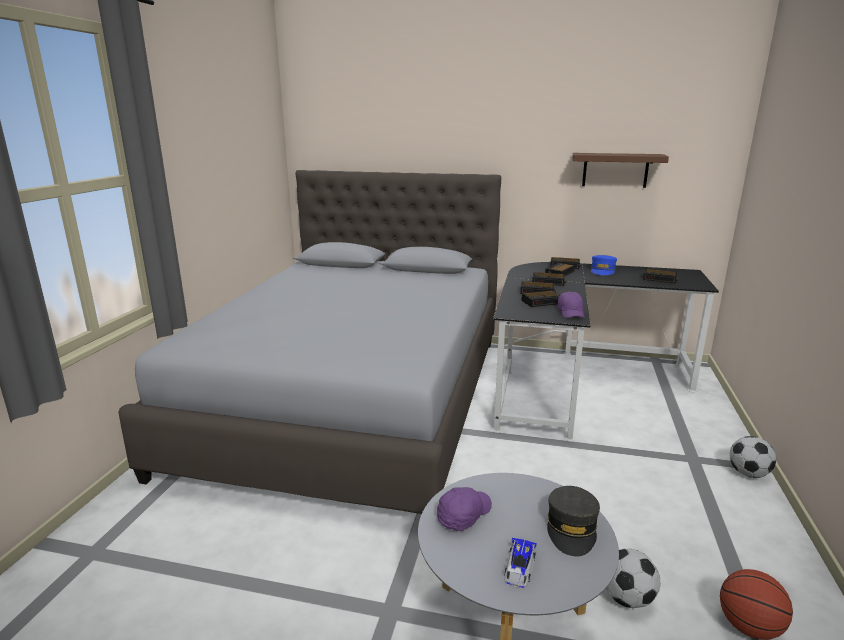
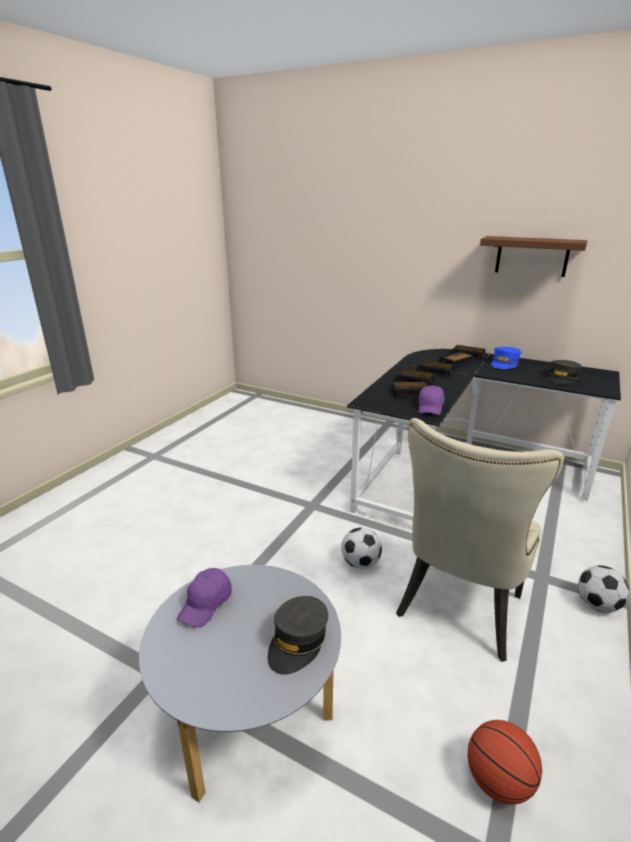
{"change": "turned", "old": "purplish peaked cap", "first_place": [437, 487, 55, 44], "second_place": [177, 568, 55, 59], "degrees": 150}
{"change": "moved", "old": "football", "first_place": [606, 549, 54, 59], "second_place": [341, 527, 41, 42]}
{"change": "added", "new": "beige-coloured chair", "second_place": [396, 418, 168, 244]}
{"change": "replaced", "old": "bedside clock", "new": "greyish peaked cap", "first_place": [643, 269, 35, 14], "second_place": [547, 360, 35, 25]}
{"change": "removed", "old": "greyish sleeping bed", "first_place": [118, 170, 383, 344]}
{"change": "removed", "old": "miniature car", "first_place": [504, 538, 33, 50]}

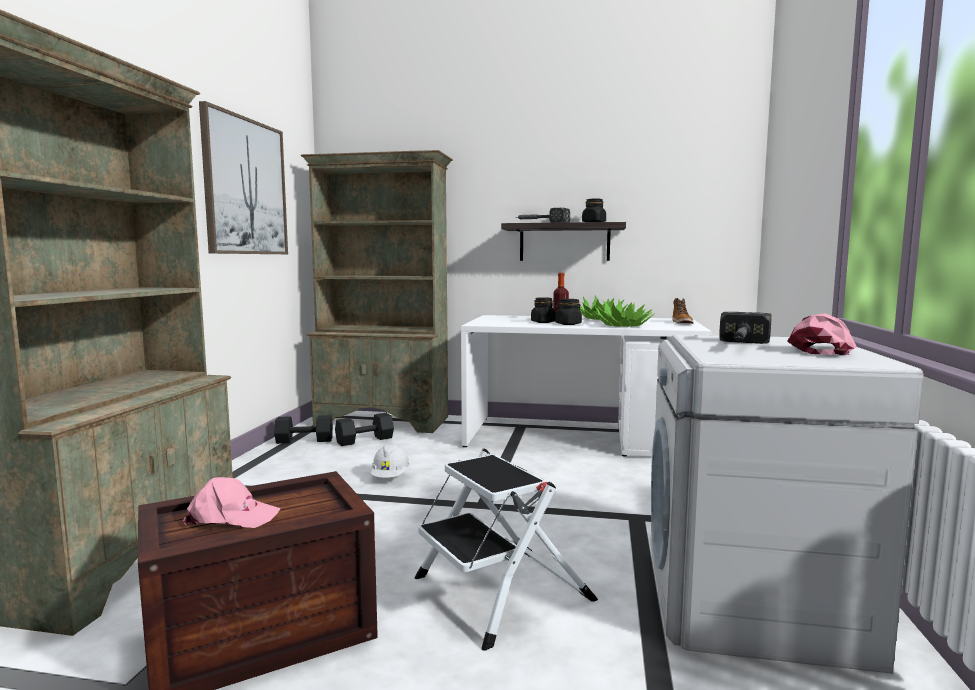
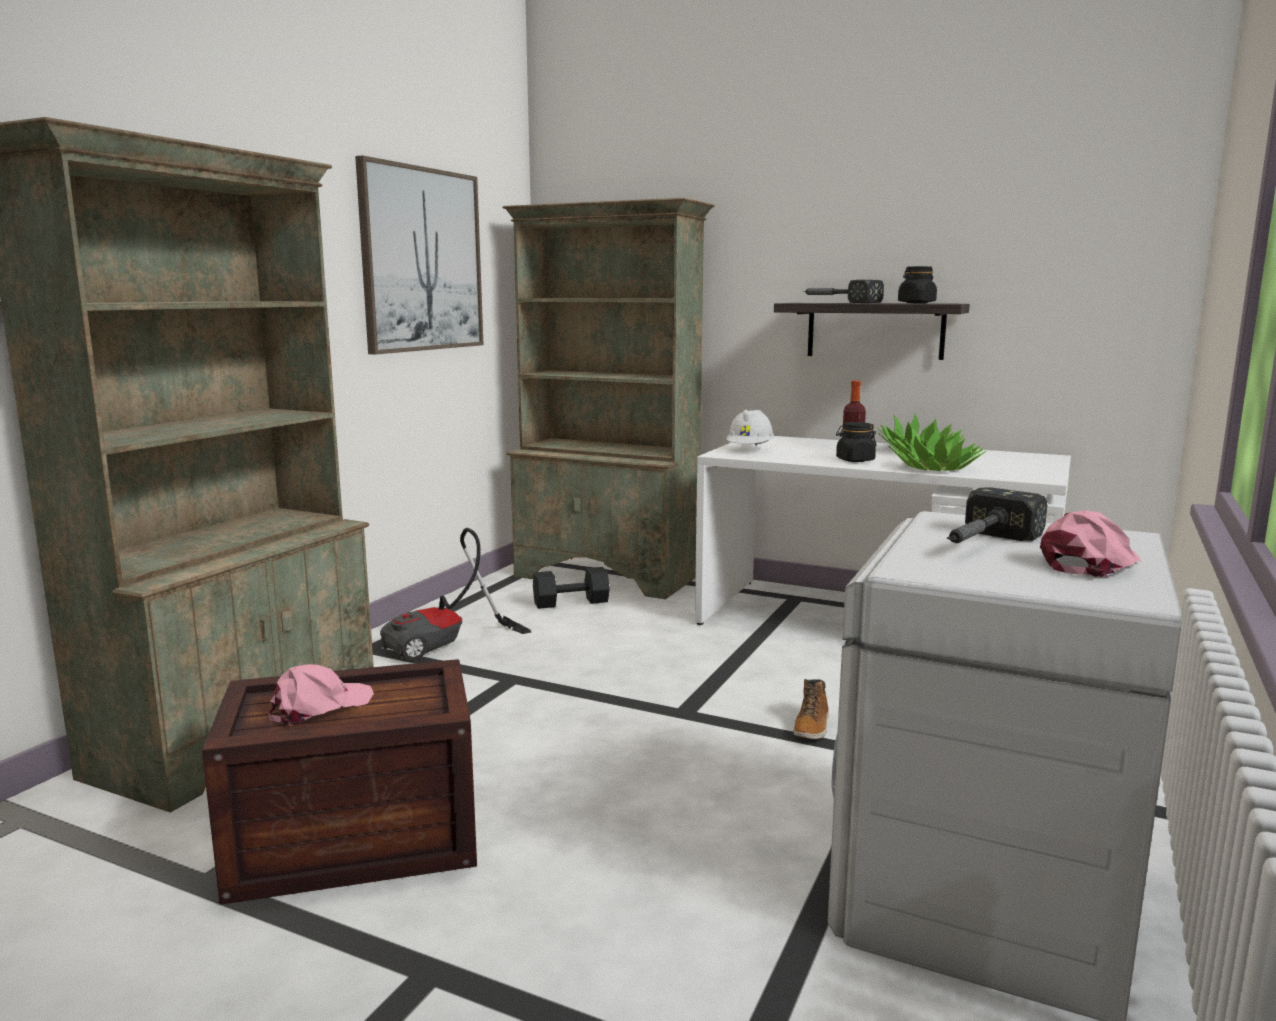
{"change": "turned", "old": "pink-coloured peaked cap", "first_place": [183, 477, 98, 51], "second_place": [269, 664, 105, 62], "degrees": -60}
{"change": "added", "new": "vacuum", "second_place": [380, 528, 151, 133]}
{"change": "moved", "old": "whitish work helmet", "first_place": [370, 444, 40, 34], "second_place": [726, 410, 48, 36]}
{"change": "moved", "old": "high-top boot", "first_place": [673, 298, 21, 26], "second_place": [793, 679, 36, 61]}
{"change": "removed", "old": "blackish hand weight", "first_place": [274, 415, 59, 29]}
{"change": "removed", "old": "step stool", "first_place": [414, 449, 184, 202]}
{"change": "removed", "old": "blackish preserve jar", "first_place": [531, 297, 25, 26]}

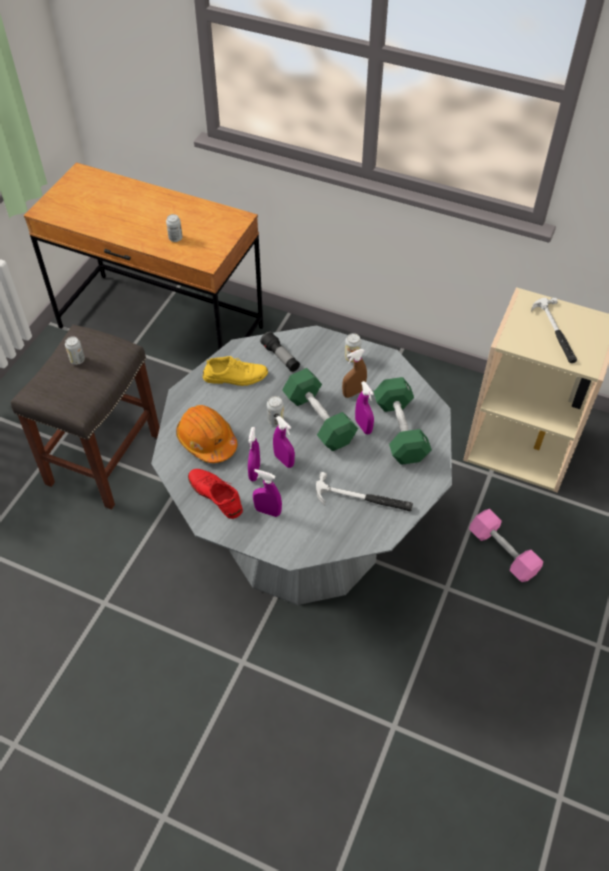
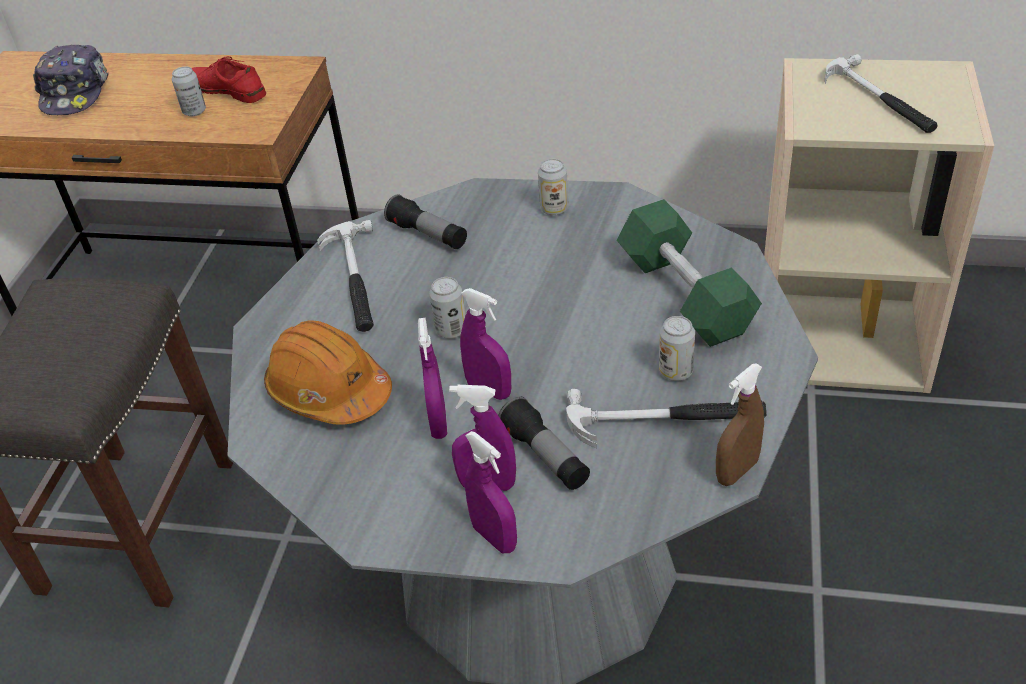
{"change": "added", "new": "peaked cap", "second_place": [33, 45, 76, 70]}
{"change": "moved", "old": "reddish shoe", "first_place": [188, 469, 55, 50], "second_place": [192, 56, 74, 47]}
{"change": "replaced", "old": "yellowish shoe", "new": "hand hammer", "first_place": [203, 356, 65, 30], "second_place": [317, 220, 57, 112]}
{"change": "moved", "old": "purplish hand sprayer", "first_place": [355, 381, 19, 53], "second_place": [465, 431, 52, 122]}
{"change": "added", "new": "flashlight", "second_place": [498, 397, 92, 93]}
{"change": "moved", "old": "sealed can", "first_place": [65, 336, 20, 29], "second_place": [659, 316, 36, 65]}
{"change": "moved", "old": "brown hand sprayer", "first_place": [342, 349, 25, 49], "second_place": [716, 363, 48, 123]}
{"change": "removed", "old": "green hand weight", "first_place": [282, 368, 76, 83]}
{"change": "removed", "old": "pink-coloured hand weight", "first_place": [469, 509, 74, 73]}

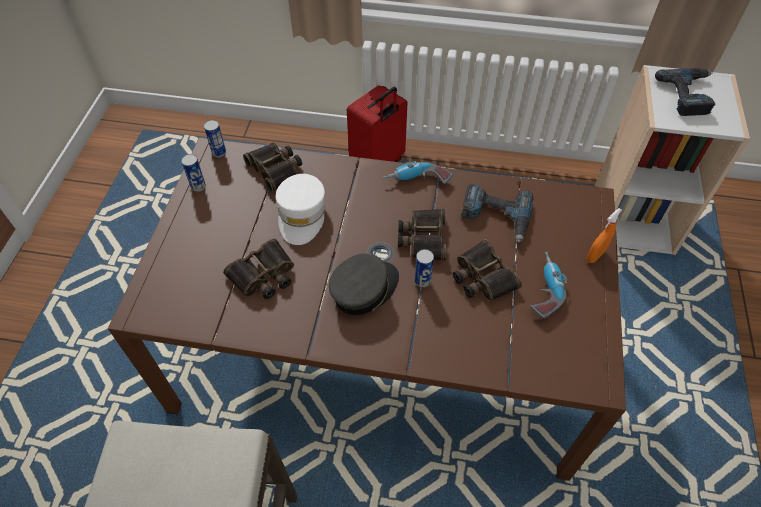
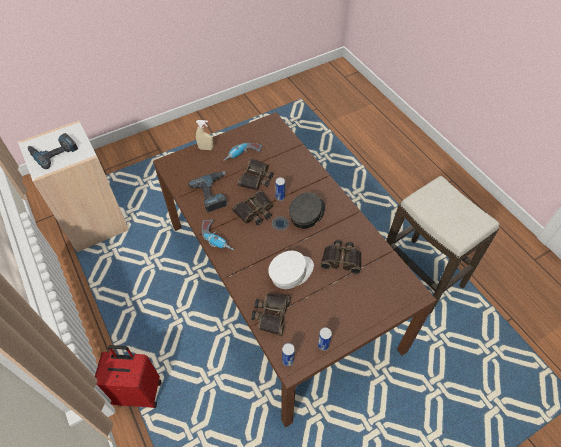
{"change": "recoloured", "old": "orange hand sprayer", "new": "beige-coloured hand sprayer", "first_place": [587, 208, 35, 55], "second_place": [196, 120, 17, 30]}
{"change": "turned", "old": "greyish peaked cap", "first_place": [329, 253, 70, 62], "second_place": [289, 192, 36, 37], "degrees": 120}

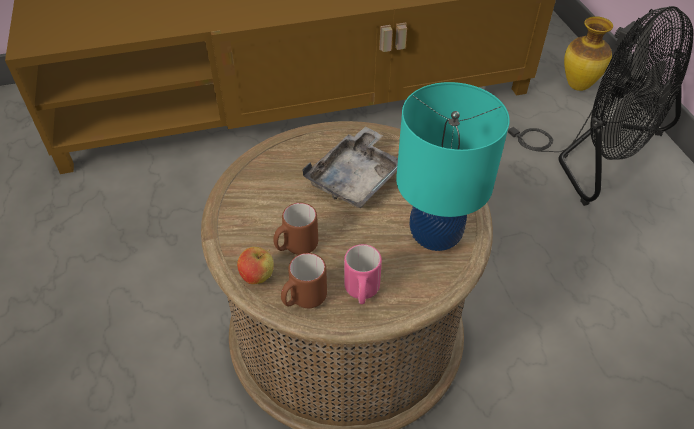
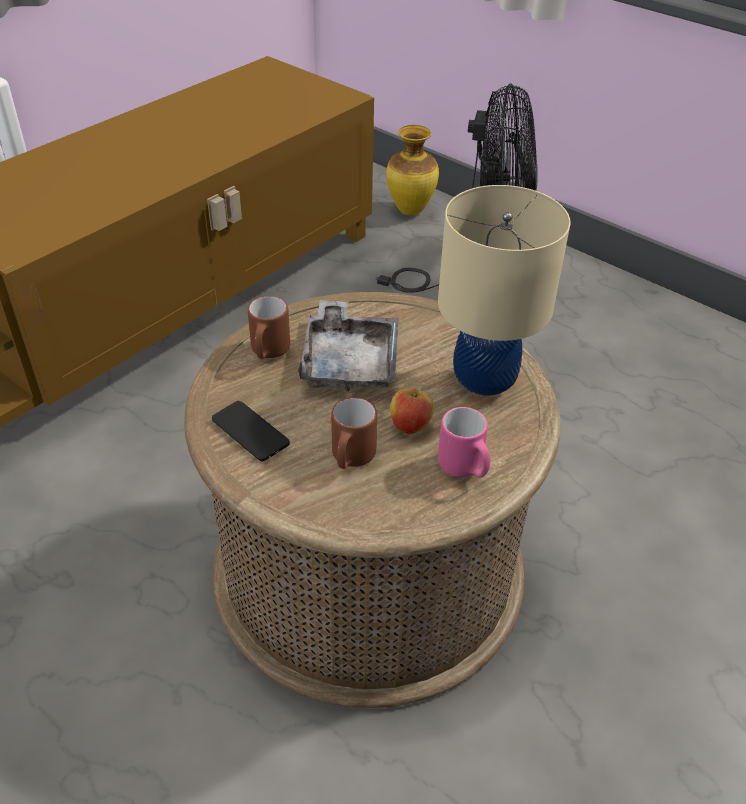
{"change": "added", "new": "phone", "second_place": [212, 401, 78, 60]}
{"change": "moved", "old": "brown mug", "first_place": [281, 253, 46, 55], "second_place": [248, 296, 42, 63]}
{"change": "moved", "old": "whole apple", "first_place": [237, 247, 37, 37], "second_place": [390, 384, 44, 50]}
{"change": "recoloured", "old": "turquoise tabletop lamp", "new": "beige-coloured tabletop lamp", "first_place": [396, 82, 114, 169], "second_place": [438, 185, 132, 210]}

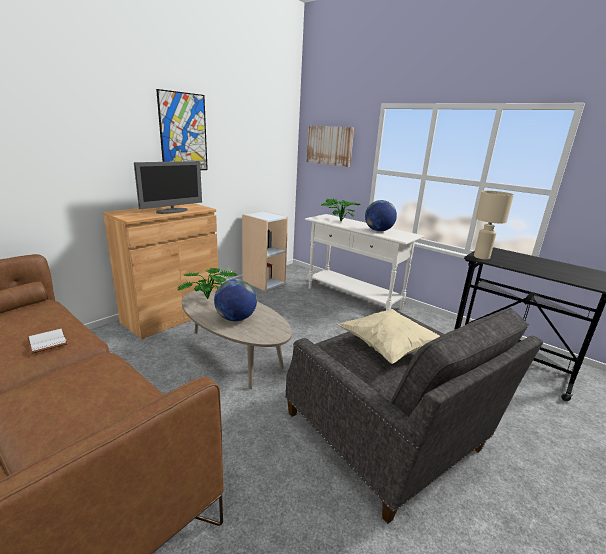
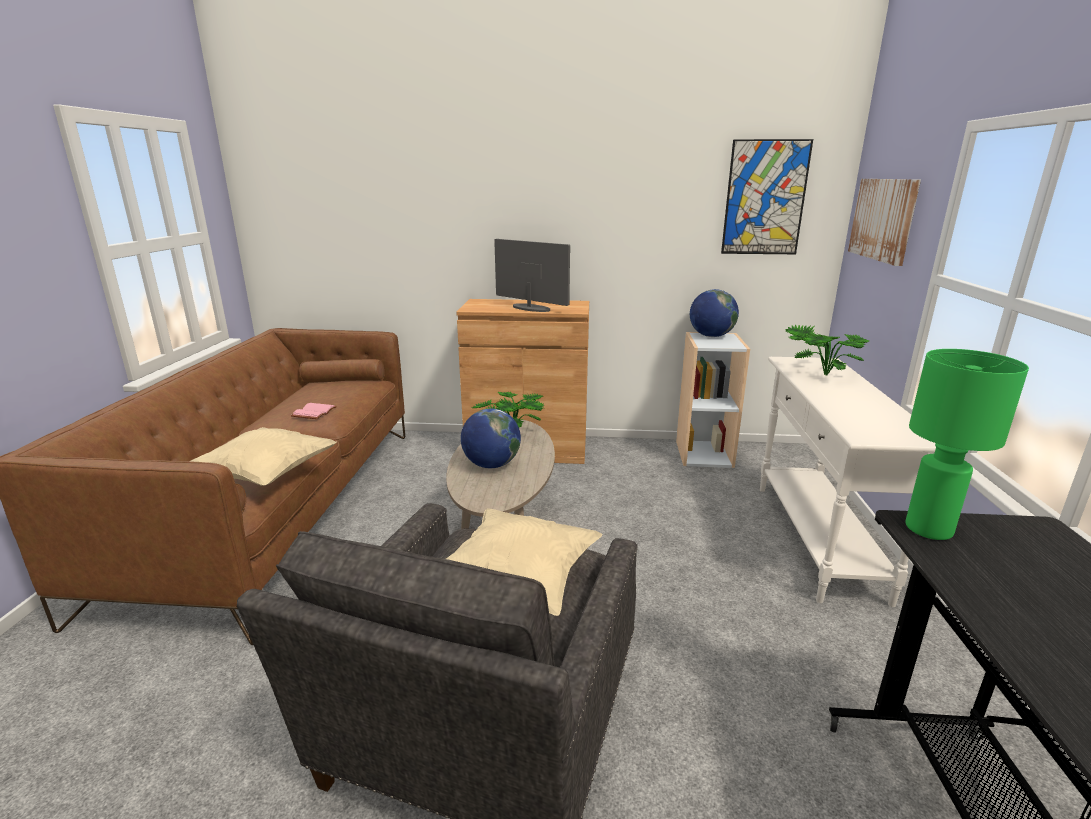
{"change": "added", "new": "beige-coloured throw pillow", "second_place": [191, 427, 146, 59]}
{"change": "recoloured", "old": "whitish bound book", "new": "pink-coloured bound book", "first_place": [28, 329, 40, 25], "second_place": [291, 403, 46, 16]}
{"change": "turned", "old": "monitor", "first_place": [134, 161, 68, 53], "second_place": [494, 239, 76, 73], "degrees": -150}
{"change": "moved", "old": "desk globe", "first_place": [365, 200, 32, 32], "second_place": [690, 289, 49, 48]}
{"change": "moved", "old": "wall art", "first_place": [156, 89, 52, 81], "second_place": [721, 139, 92, 115]}
{"change": "recoloured", "old": "beige-coloured tabletop lamp", "new": "green tabletop lamp", "first_place": [474, 190, 40, 70], "second_place": [905, 349, 124, 191]}

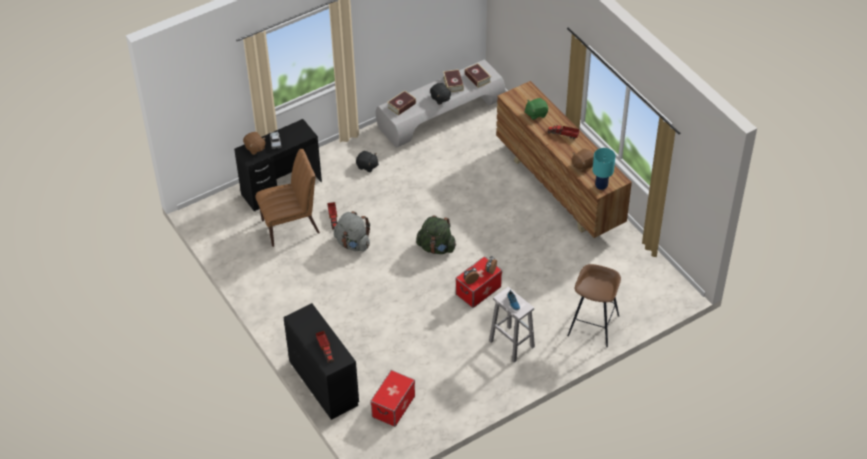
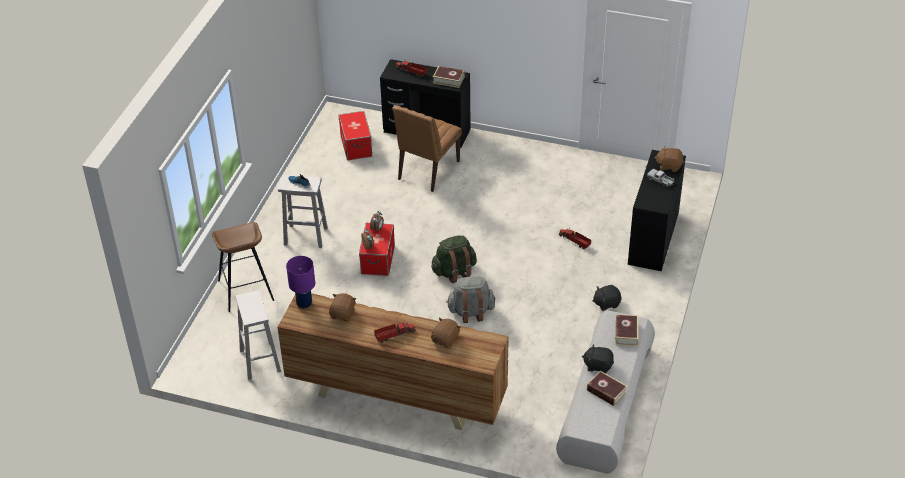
{"change": "added", "new": "whitish sitting stool", "second_place": [236, 290, 45, 90]}
{"change": "recoloured", "old": "turquoise tabletop lamp", "new": "purplish tabletop lamp", "first_place": [592, 148, 23, 42], "second_place": [286, 256, 29, 52]}
{"change": "moved", "old": "brown chair", "first_place": [255, 149, 65, 98], "second_place": [392, 105, 70, 87]}
{"change": "recoloured", "old": "green plush toy", "new": "brown plush toy", "first_place": [524, 98, 24, 22], "second_place": [431, 318, 30, 30]}
{"change": "moved", "old": "bound book", "first_place": [465, 63, 26, 25], "second_place": [433, 66, 32, 22]}
{"change": "moved", "old": "greyish knapsack", "first_place": [334, 211, 36, 41], "second_place": [446, 276, 49, 47]}

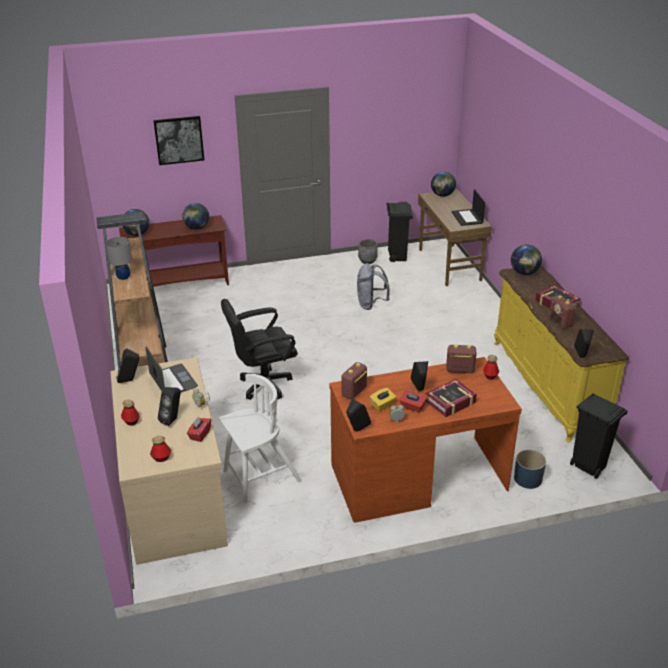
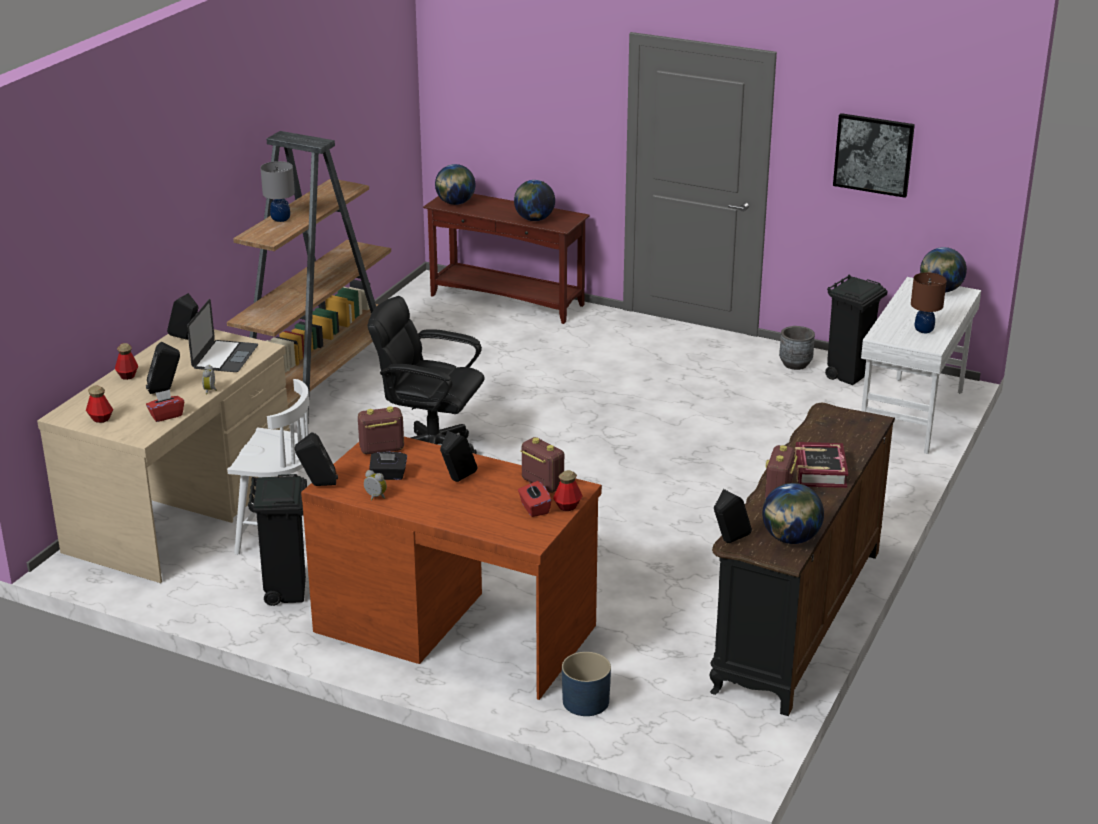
{"change": "moved", "old": "blackish trash can", "first_place": [570, 393, 58, 86], "second_place": [248, 474, 59, 132]}
{"change": "recoloured", "old": "yellowish box of tissues", "new": "blackish box of tissues", "first_place": [369, 388, 27, 23], "second_place": [369, 452, 38, 28]}
{"change": "moved", "old": "reddish box of tissues", "first_place": [399, 390, 28, 22], "second_place": [518, 481, 34, 36]}
{"change": "recoloured", "old": "yellowish cupboard", "new": "blackish cupboard", "first_place": [494, 265, 135, 178], "second_place": [710, 403, 185, 313]}
{"change": "moved", "old": "desk globe", "first_place": [511, 244, 31, 31], "second_place": [762, 483, 62, 61]}
{"change": "moved", "old": "wall art", "first_place": [153, 116, 51, 49], "second_place": [833, 113, 82, 85]}
{"change": "recoloured", "old": "brown console table", "new": "whitish console table", "first_place": [418, 189, 74, 97], "second_place": [861, 277, 120, 177]}
{"change": "replaced", "old": "laptop", "new": "brown tabletop lamp", "first_place": [451, 189, 34, 37], "second_place": [911, 272, 36, 62]}
{"change": "removed", "old": "greyish knapsack", "first_place": [357, 263, 33, 47]}
{"change": "removed", "old": "bound book", "first_place": [426, 379, 51, 38]}

